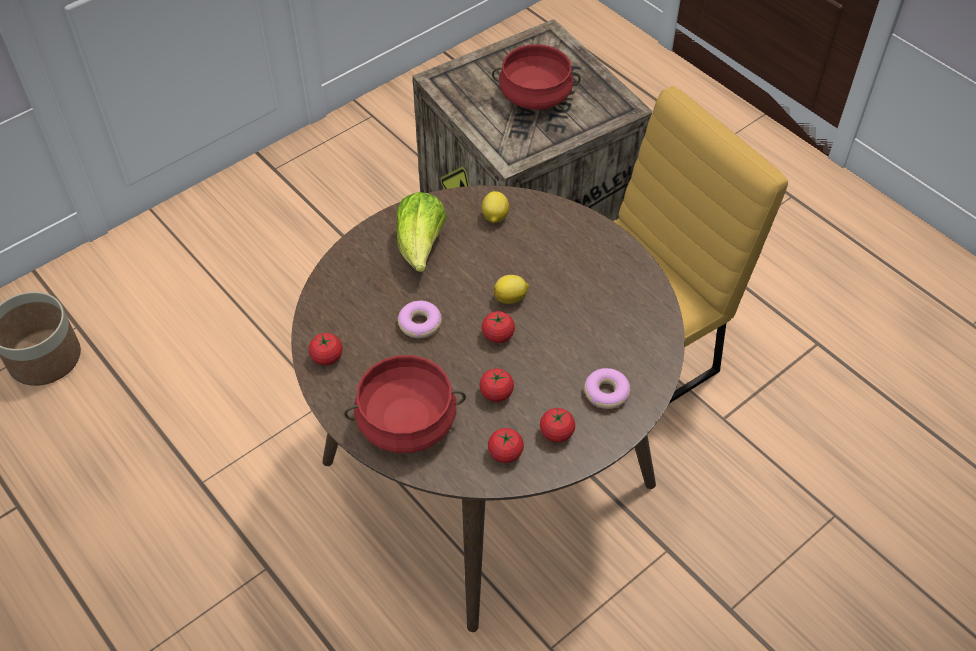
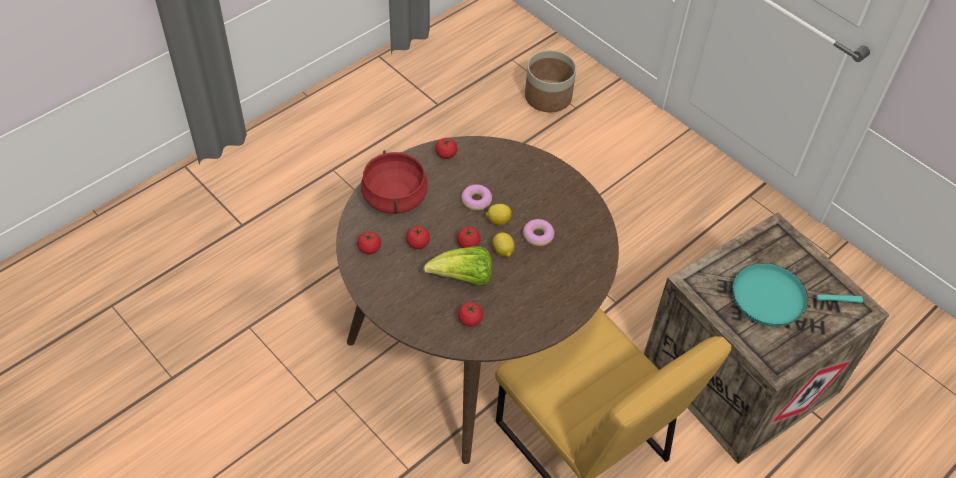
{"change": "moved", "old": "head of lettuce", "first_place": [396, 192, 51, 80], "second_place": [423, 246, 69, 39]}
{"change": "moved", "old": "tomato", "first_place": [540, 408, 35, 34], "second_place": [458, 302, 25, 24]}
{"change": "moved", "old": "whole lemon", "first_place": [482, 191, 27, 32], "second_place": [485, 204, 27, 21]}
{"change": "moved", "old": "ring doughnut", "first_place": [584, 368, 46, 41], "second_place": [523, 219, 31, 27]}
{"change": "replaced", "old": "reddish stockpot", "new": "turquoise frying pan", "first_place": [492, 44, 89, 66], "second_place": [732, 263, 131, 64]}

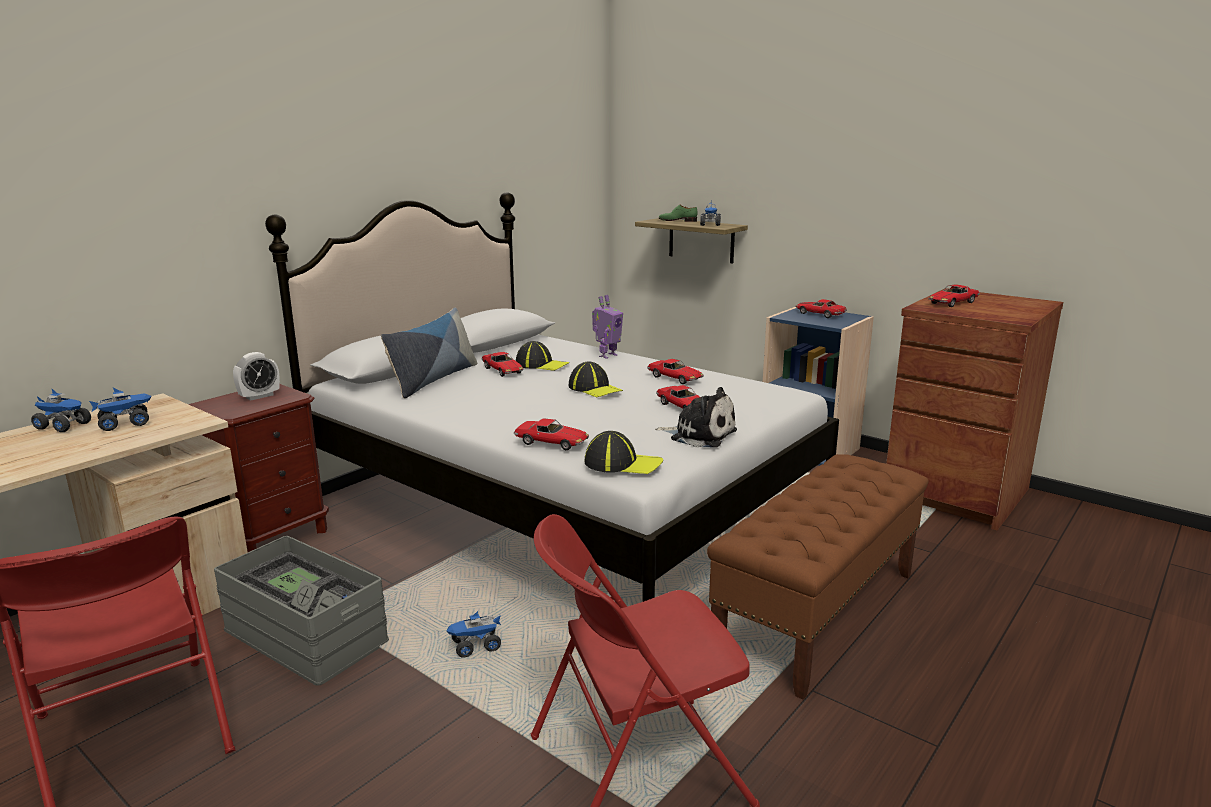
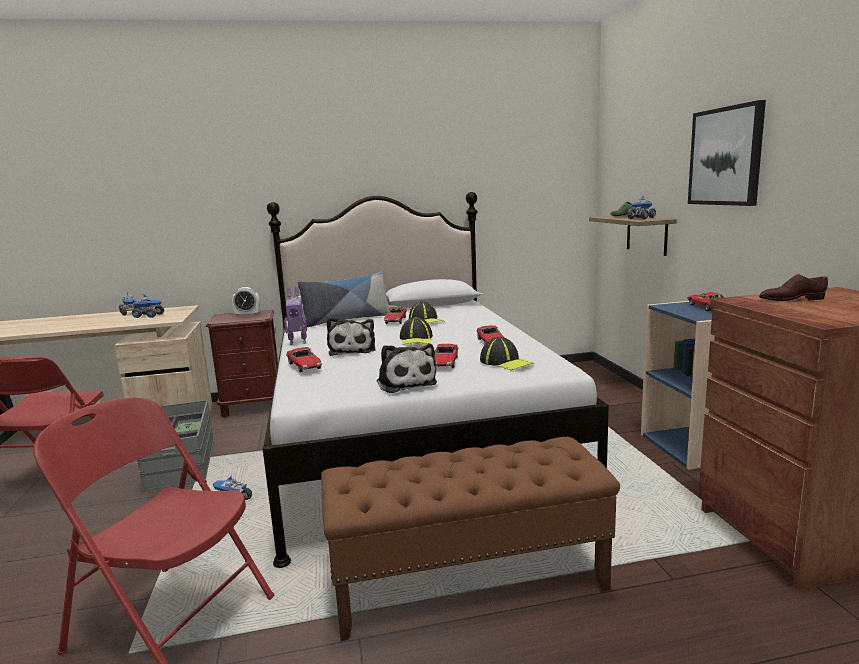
{"change": "moved", "old": "robot figure", "first_place": [592, 295, 31, 64], "second_place": [284, 287, 23, 58]}
{"change": "added", "new": "plush toy", "second_place": [327, 317, 48, 39]}
{"change": "moved", "old": "peaked cap", "first_place": [584, 431, 79, 43], "second_place": [480, 337, 54, 33]}
{"change": "added", "new": "wall art", "second_place": [688, 100, 78, 106]}
{"change": "replaced", "old": "miniature car", "new": "brown shoe", "first_place": [928, 284, 52, 23], "second_place": [759, 274, 69, 27]}

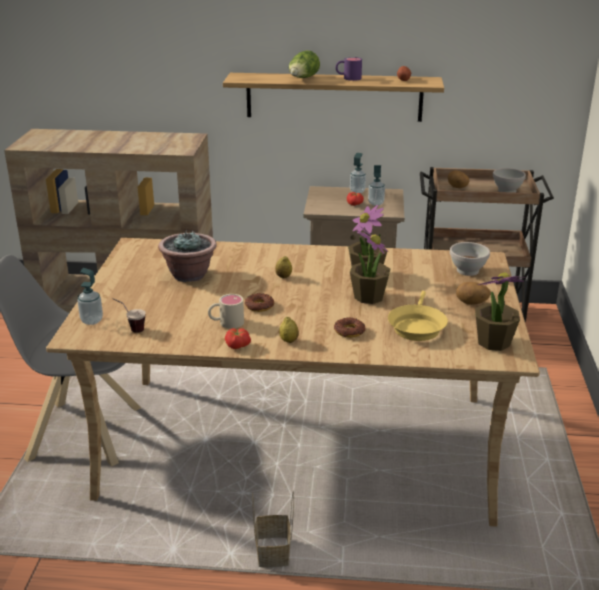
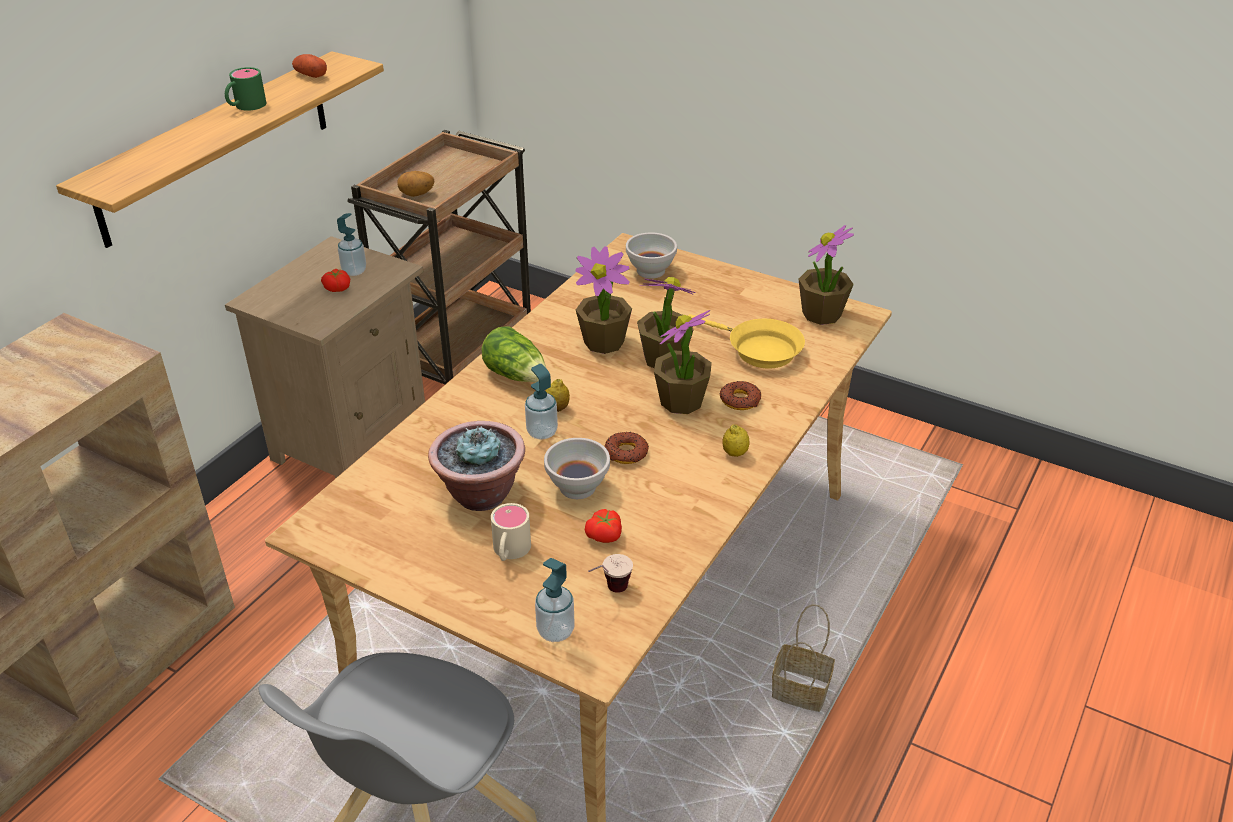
{"change": "recoloured", "old": "purplish mug", "new": "green mug", "first_place": [336, 57, 26, 24], "second_place": [225, 67, 41, 44]}
{"change": "moved", "old": "head of lettuce", "first_place": [289, 50, 31, 28], "second_place": [481, 326, 66, 56]}
{"change": "moved", "old": "beige-coloured mug", "first_place": [208, 294, 36, 35], "second_place": [491, 503, 40, 58]}
{"change": "moved", "old": "liquid soap bottle", "first_place": [350, 153, 16, 40], "second_place": [525, 364, 33, 76]}
{"change": "moved", "old": "whitish serving bowl", "first_place": [493, 168, 33, 25], "second_place": [544, 438, 66, 61]}
{"change": "moved", "old": "tomato", "first_place": [225, 328, 26, 21], "second_place": [585, 509, 37, 34]}
{"change": "added", "new": "houseplant", "second_place": [654, 310, 58, 104]}
{"change": "removed", "old": "whole potato", "first_place": [456, 282, 35, 23]}

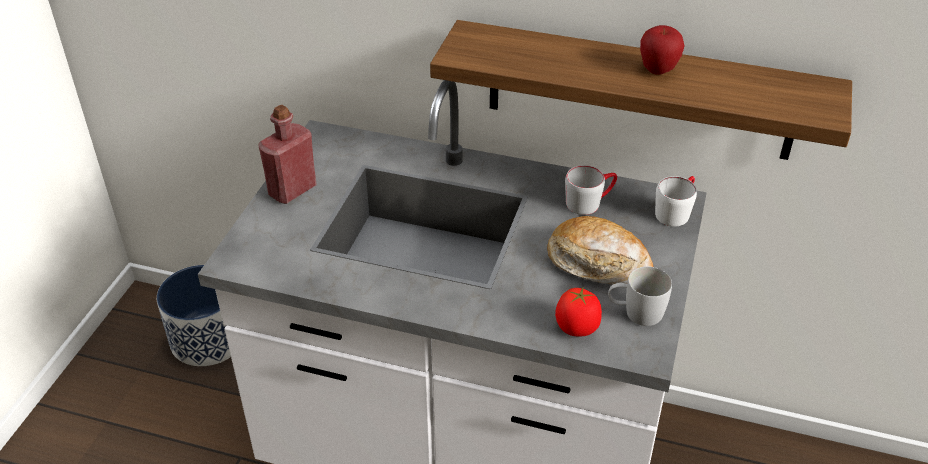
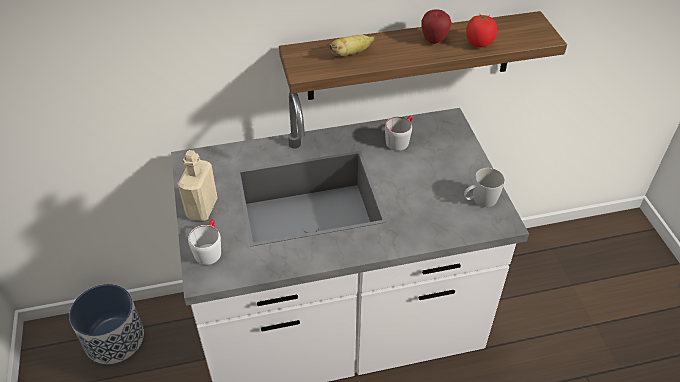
{"change": "recoloured", "old": "reddish bottle", "new": "beige-coloured bottle", "first_place": [258, 105, 59, 99], "second_place": [178, 150, 40, 71]}
{"change": "moved", "old": "whitish mug", "first_place": [655, 176, 42, 51], "second_place": [188, 219, 33, 46]}
{"change": "added", "new": "banana", "second_place": [329, 35, 46, 21]}
{"change": "moved", "old": "tomato", "first_place": [555, 286, 47, 50], "second_place": [466, 13, 31, 35]}
{"change": "removed", "old": "bakery bread", "first_place": [547, 216, 107, 68]}

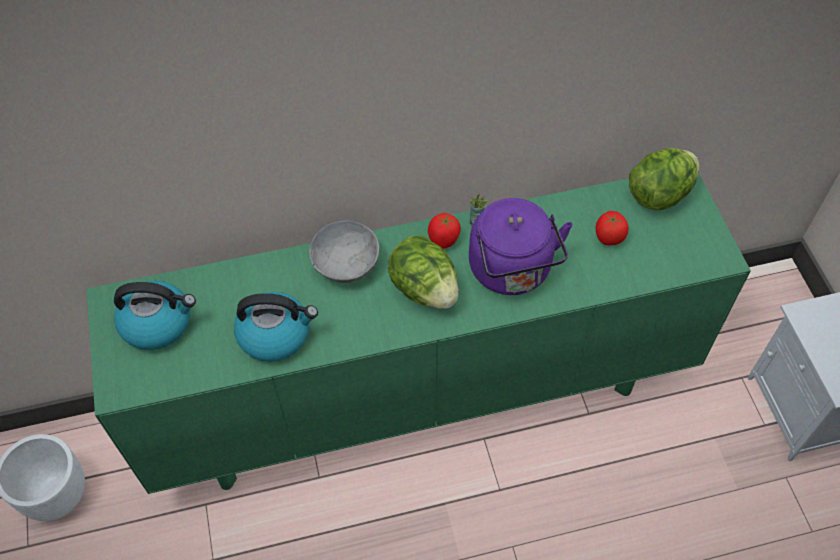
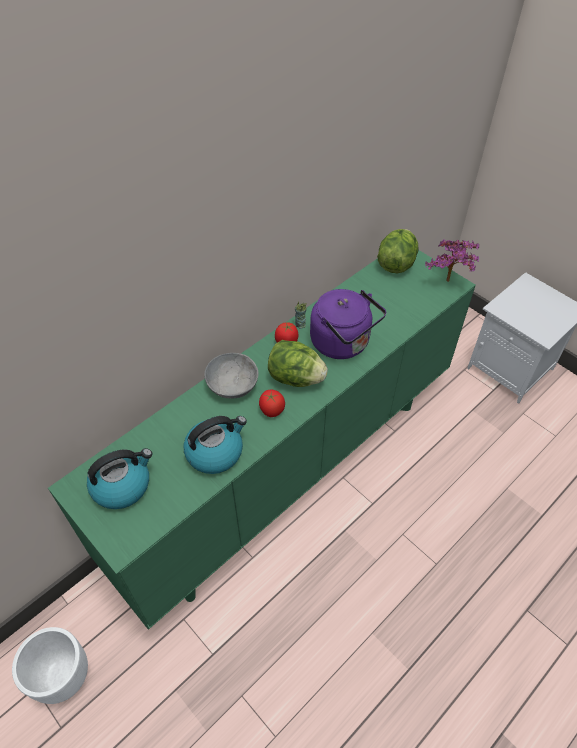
{"change": "moved", "old": "tomato", "first_place": [595, 211, 34, 35], "second_place": [259, 390, 26, 27]}
{"change": "added", "new": "houseplant", "second_place": [425, 239, 54, 43]}

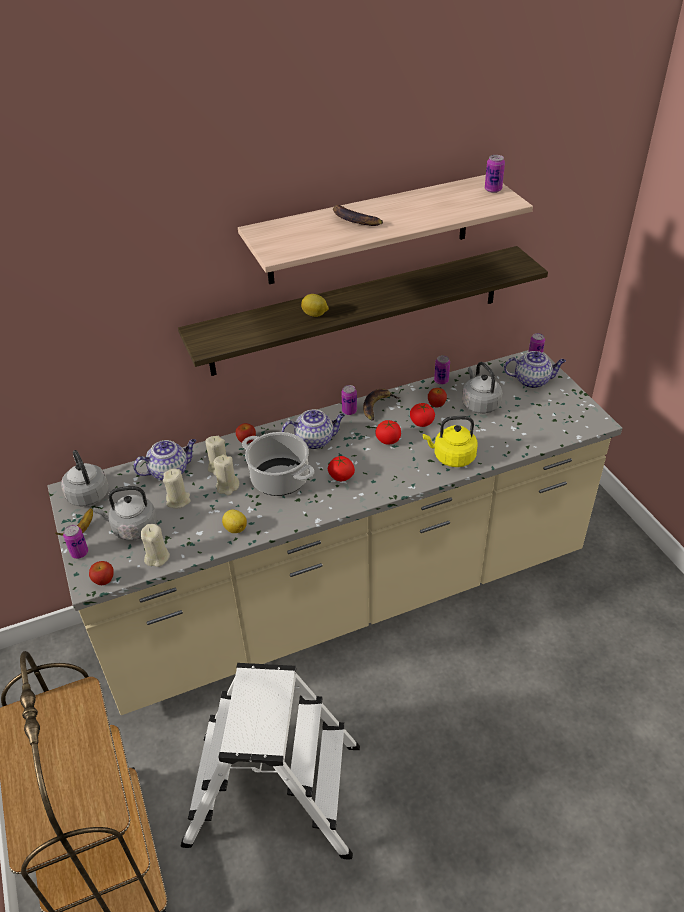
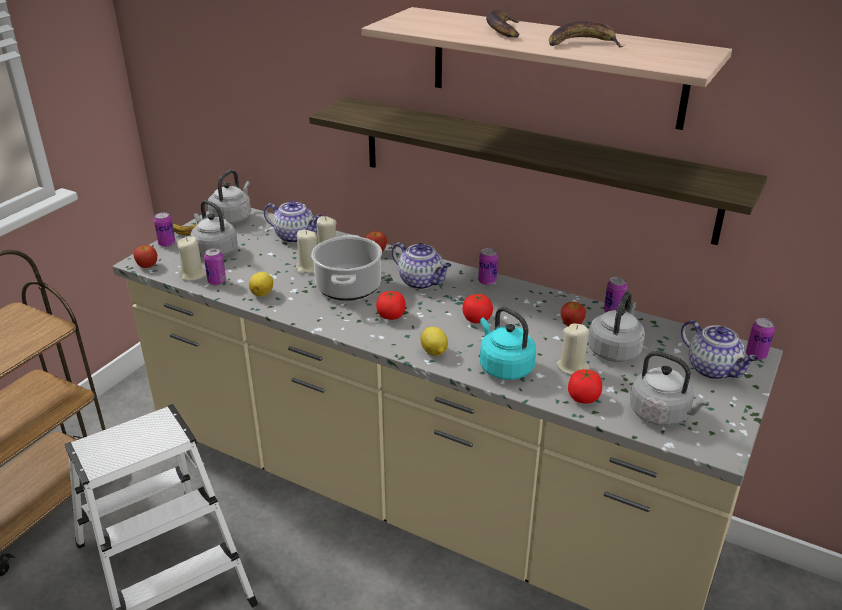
{"change": "moved", "old": "sealed can", "first_place": [485, 155, 20, 38], "second_place": [204, 248, 22, 37]}
{"change": "moved", "old": "whole lemon", "first_place": [301, 294, 28, 23], "second_place": [421, 327, 27, 29]}
{"change": "recoloured", "old": "yellowish water kettle", "new": "turquoise water kettle", "first_place": [423, 416, 55, 51], "second_place": [480, 307, 56, 73]}
{"change": "moved", "old": "banana", "first_place": [363, 388, 36, 33], "second_place": [549, 21, 74, 26]}
{"change": "moved", "old": "beige-coloured wax light", "first_place": [163, 469, 28, 40], "second_place": [556, 323, 34, 52]}
{"change": "moved", "old": "tomato", "first_place": [410, 403, 25, 24], "second_place": [568, 369, 34, 35]}
{"change": "added", "new": "greyish water kettle", "second_place": [630, 351, 80, 75]}

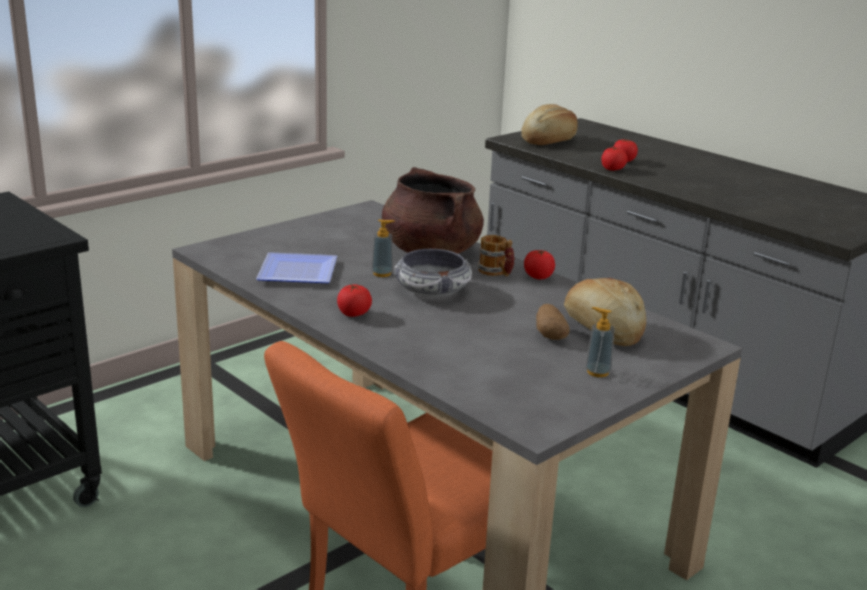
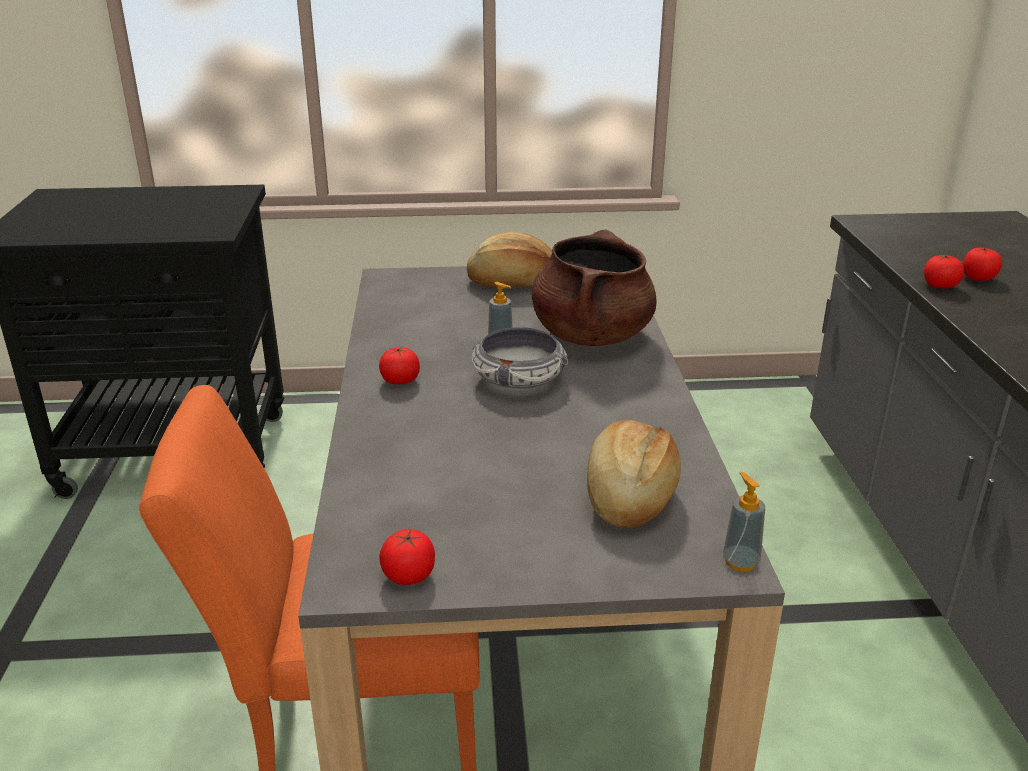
{"change": "moved", "old": "tomato", "first_place": [524, 250, 31, 29], "second_place": [379, 529, 56, 56]}
{"change": "moved", "old": "bakery bread", "first_place": [521, 104, 57, 41], "second_place": [467, 232, 85, 55]}
{"change": "moved", "old": "liquid soap bottle", "first_place": [585, 307, 29, 70], "second_place": [723, 472, 42, 100]}
{"change": "removed", "old": "dinner plate", "first_place": [256, 252, 81, 31]}
{"change": "removed", "old": "mug", "first_place": [477, 235, 38, 41]}
{"change": "removed", "old": "whole potato", "first_place": [536, 304, 34, 36]}

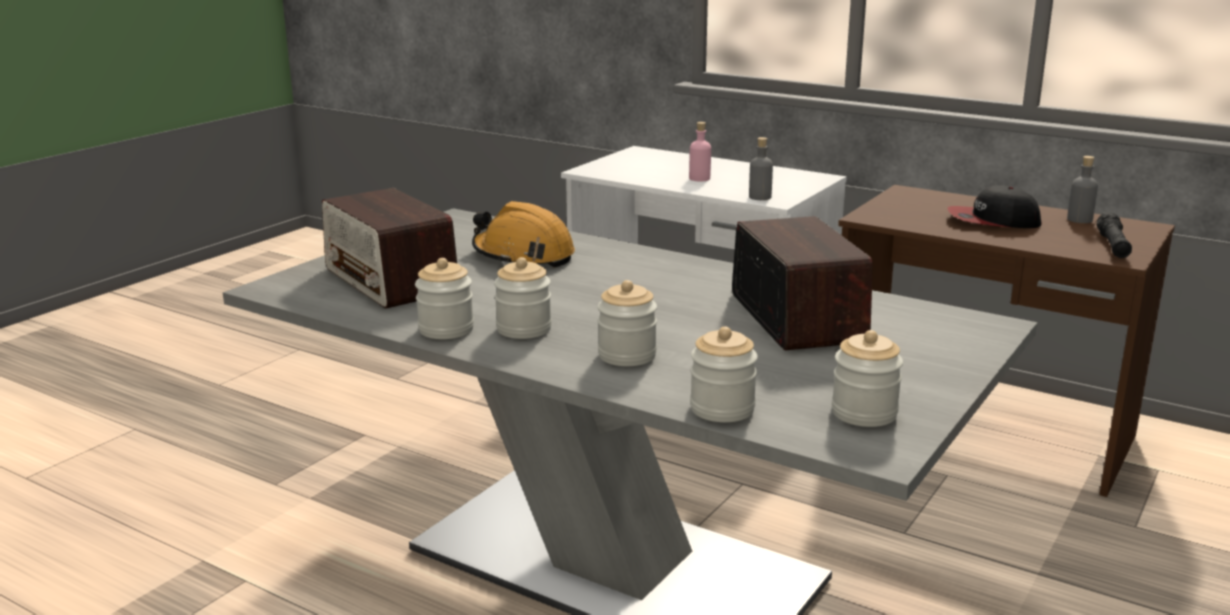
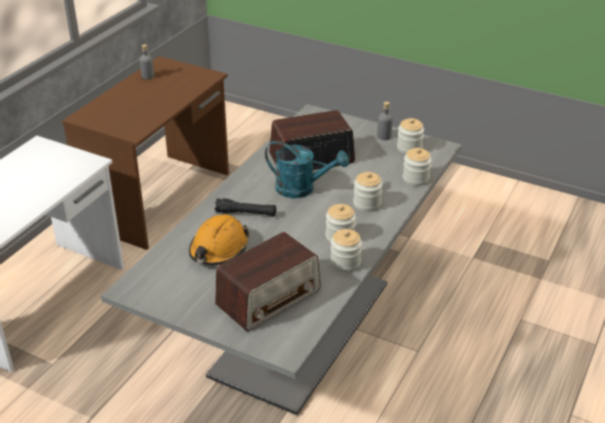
{"change": "moved", "old": "blackish flashlight", "first_place": [1097, 212, 35, 46], "second_place": [214, 198, 62, 18]}
{"change": "added", "new": "turquoise sprinkling can", "second_place": [265, 141, 84, 57]}
{"change": "moved", "old": "greyish bottle", "first_place": [749, 137, 24, 63], "second_place": [377, 101, 16, 39]}
{"change": "removed", "old": "pink-coloured bottle", "first_place": [689, 122, 22, 59]}
{"change": "removed", "old": "peaked cap", "first_place": [948, 185, 94, 43]}

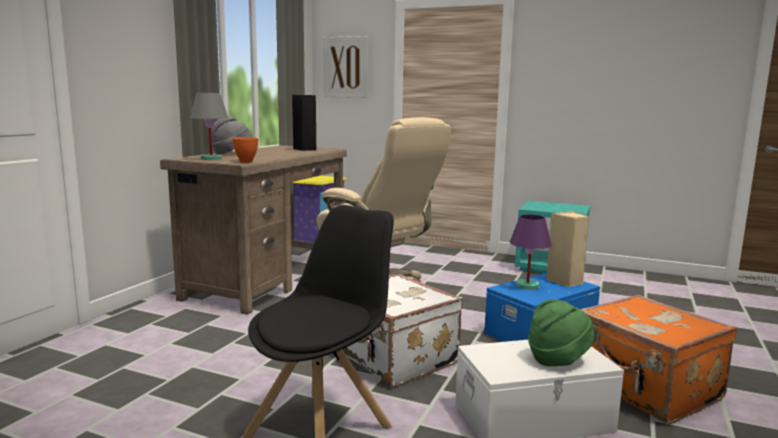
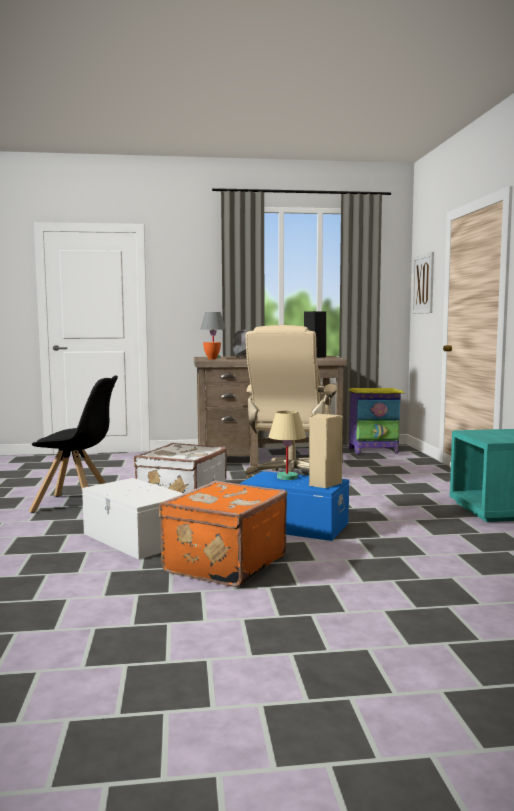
{"change": "recoloured", "old": "purplish tabletop lamp", "new": "beige-coloured tabletop lamp", "first_place": [510, 215, 41, 75], "second_place": [269, 411, 37, 69]}
{"change": "removed", "old": "green wearable hat", "first_place": [528, 299, 66, 67]}

